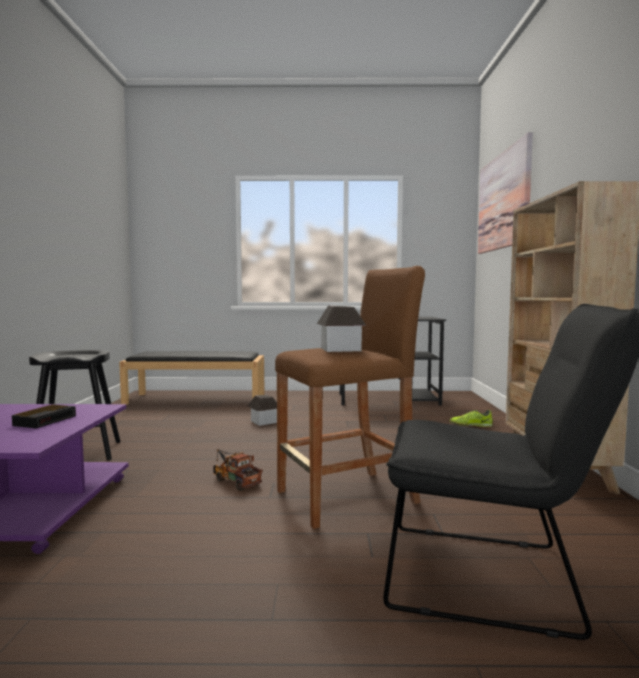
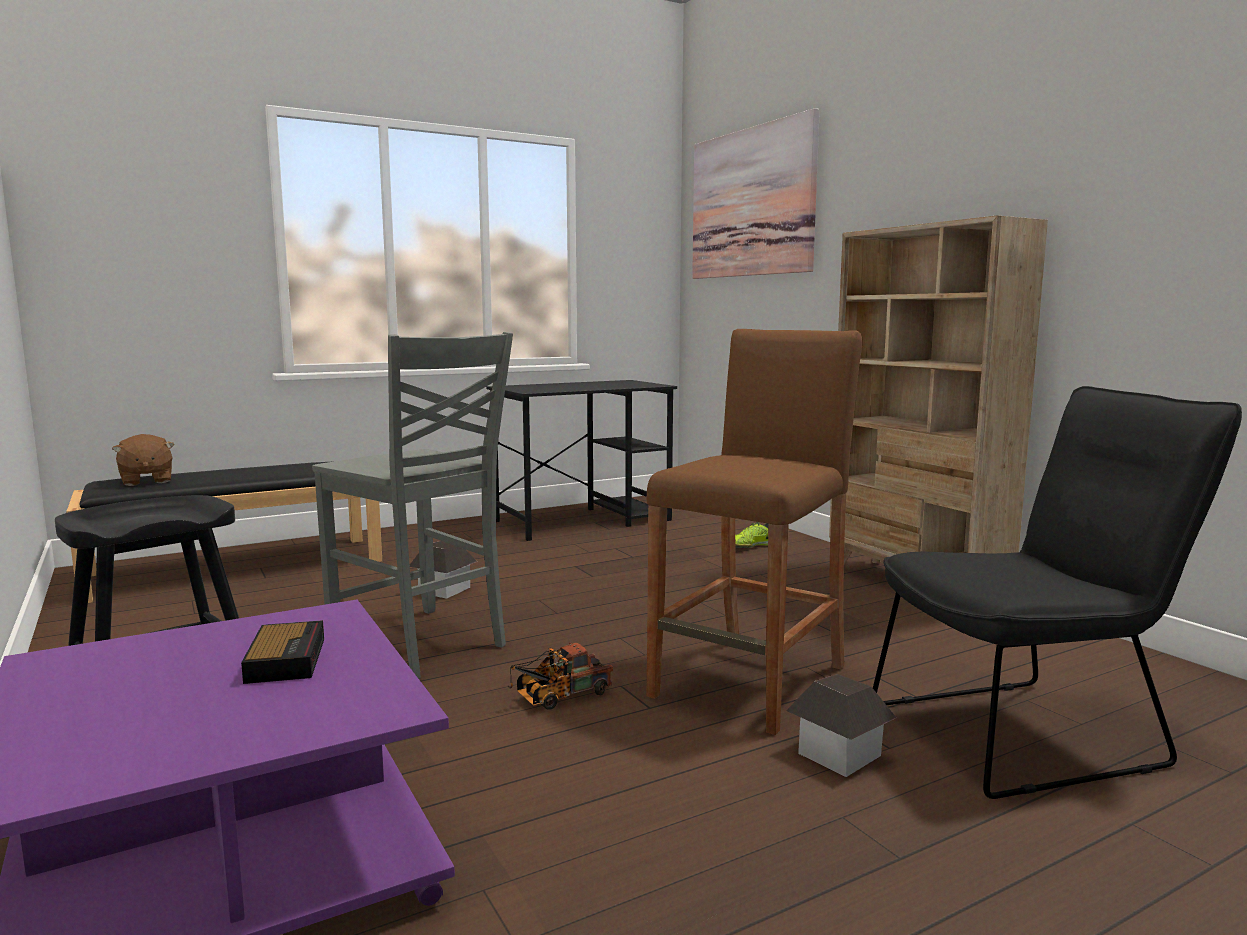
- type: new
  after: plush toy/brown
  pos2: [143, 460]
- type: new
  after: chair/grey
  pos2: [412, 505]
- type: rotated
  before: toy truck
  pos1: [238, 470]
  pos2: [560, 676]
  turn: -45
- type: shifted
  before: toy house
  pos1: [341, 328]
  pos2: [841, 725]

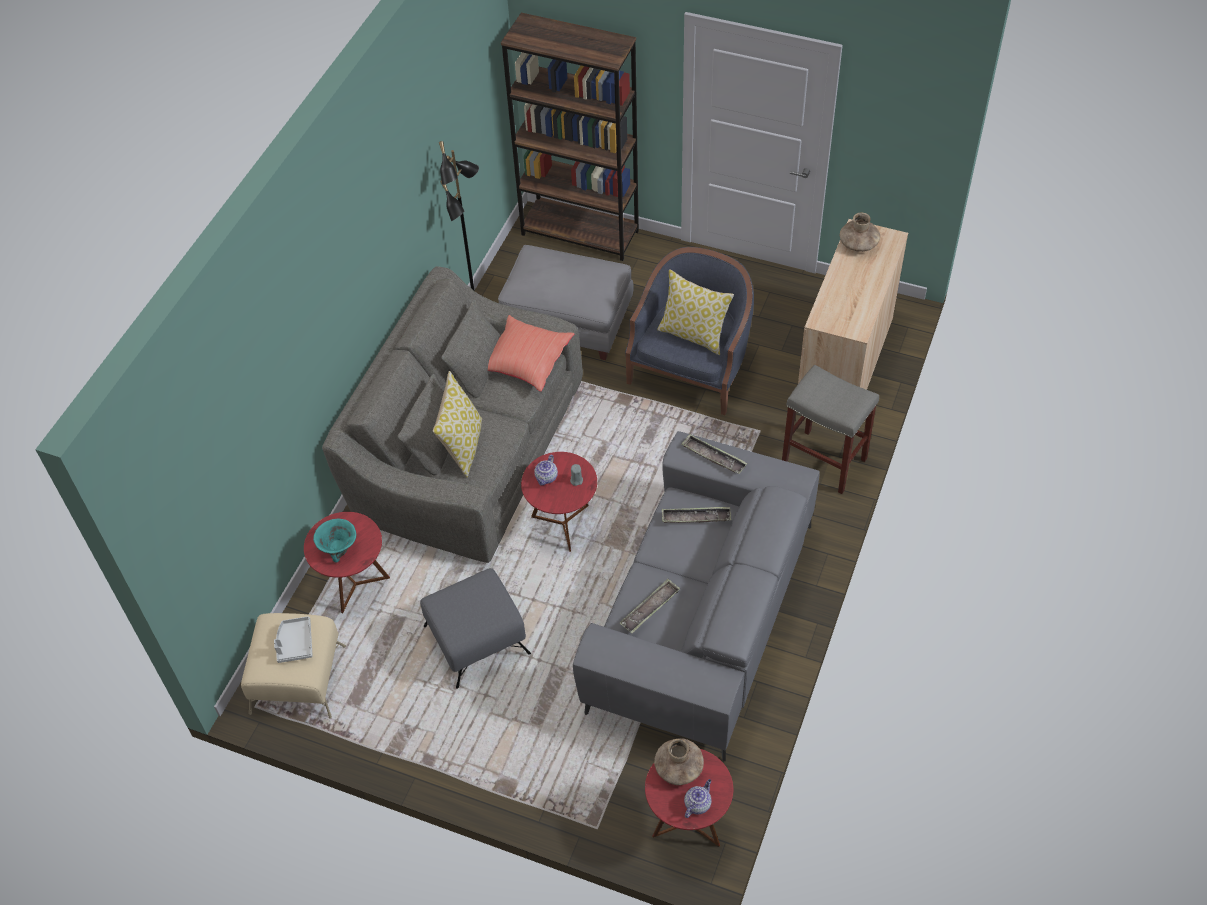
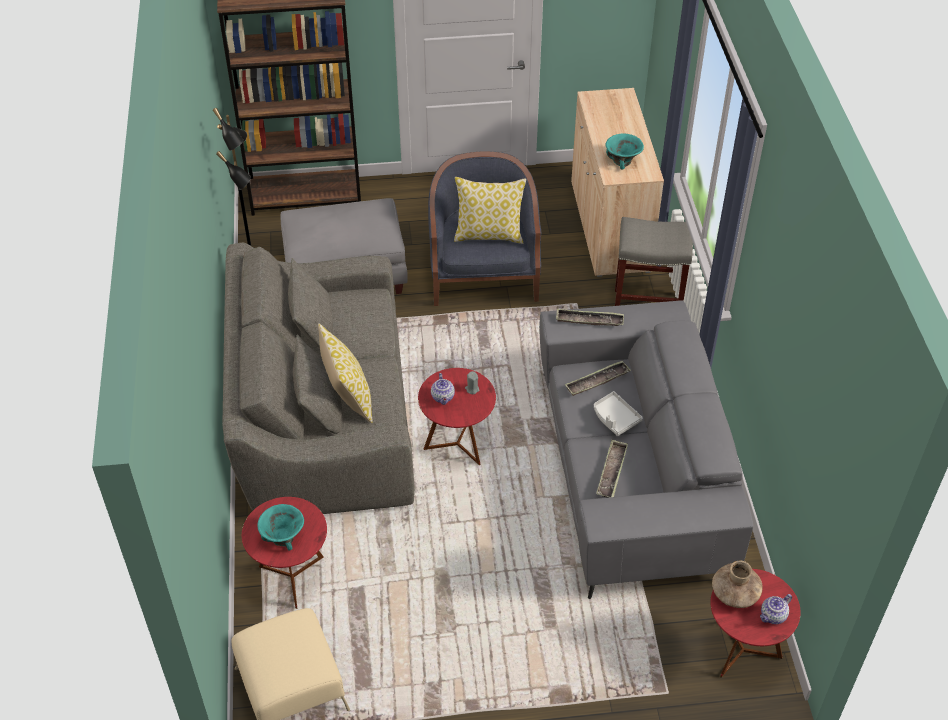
- type: shifted
  before: tray/grey
  pos1: [293, 639]
  pos2: [618, 413]
- type: new
  after: bowl/turquoise
  pos2: [624, 151]
- type: rotated
  before: teapot
  pos1: [698, 798]
  pos2: [776, 609]
  turn: -135
- type: gone
  before: ottoman/grey
  pos1: [475, 628]
- type: gone
  before: pillow/red
  pos1: [531, 353]
- type: gone
  before: vase/brown
  pos1: [860, 232]

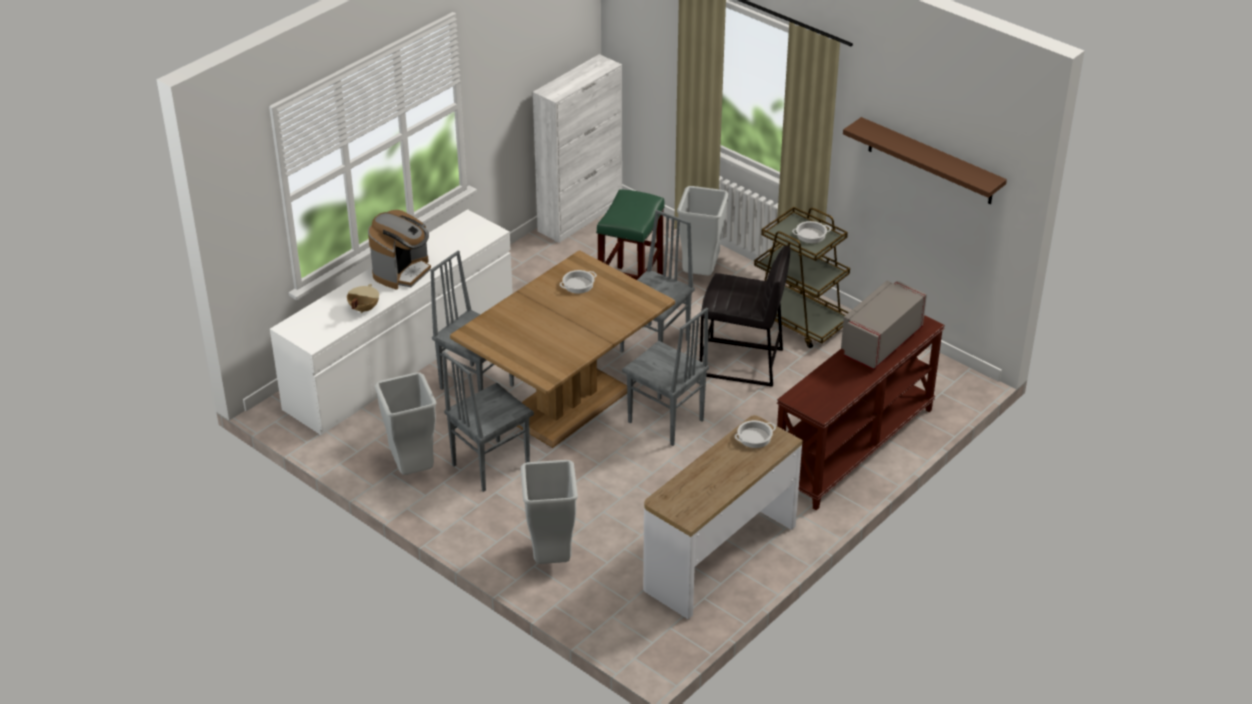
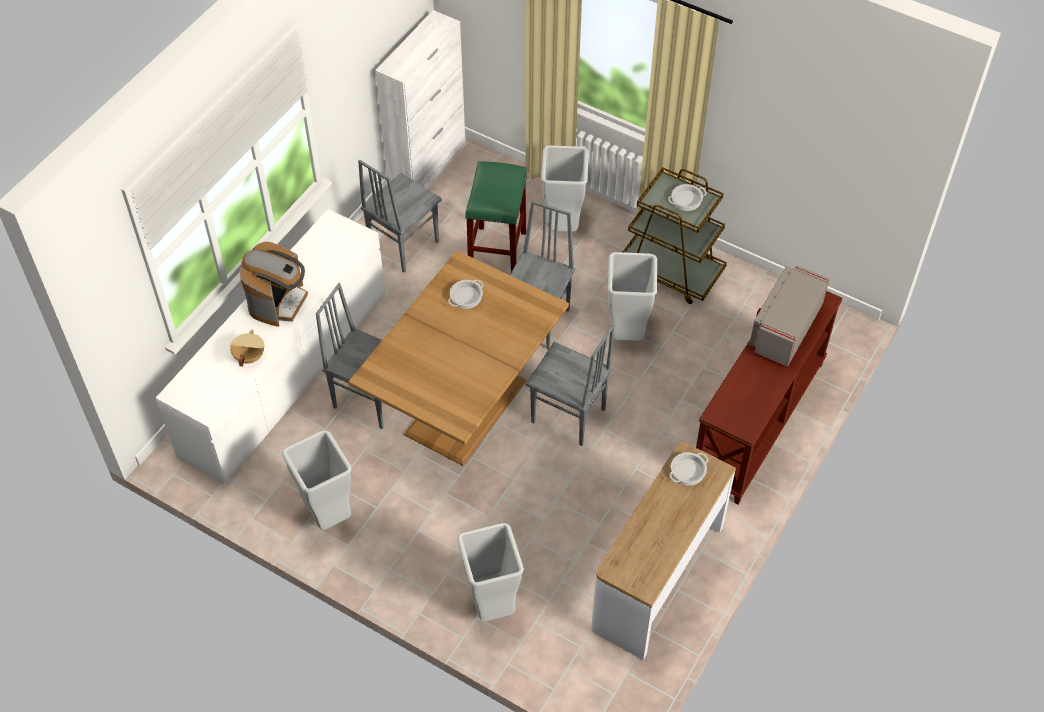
- type: shifted
  before: chair/grey
  pos1: [488, 422]
  pos2: [400, 216]
- type: swapped
  before: stool/grey
  after: trash can/grey
  pos1: [745, 316]
  pos2: [632, 296]
- type: gone
  before: shelf/brown
  pos1: [925, 160]

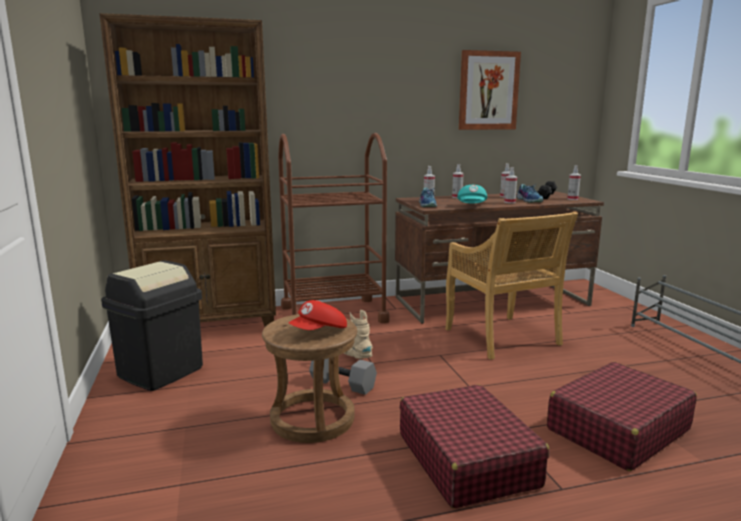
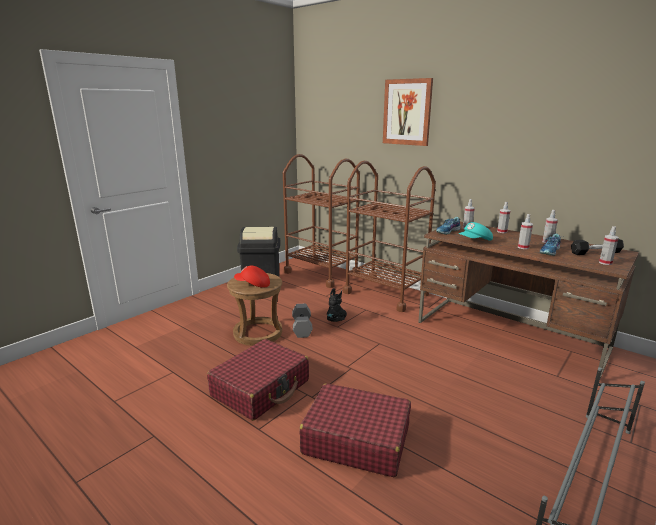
- type: swapped
  before: bookcase/brown
  after: cart/brown
  pos1: [187, 170]
  pos2: [321, 221]
- type: repainted
  before: boot/beige
  after: boot/black
  pos1: [358, 334]
  pos2: [337, 305]
- type: shifted
  before: picture
  pos1: [490, 90]
  pos2: [408, 112]
- type: gone
  before: chair/beige
  pos1: [511, 286]

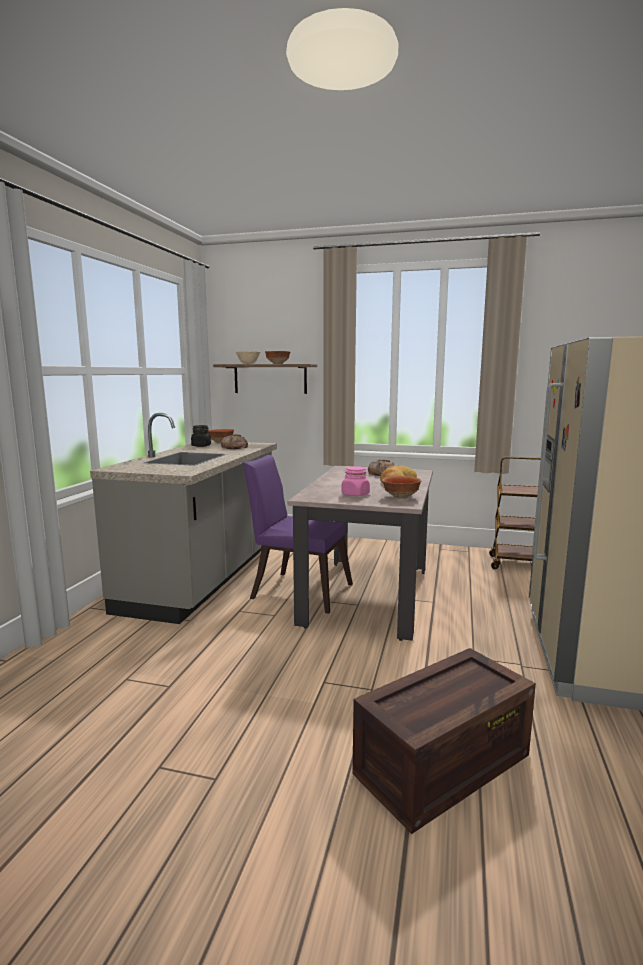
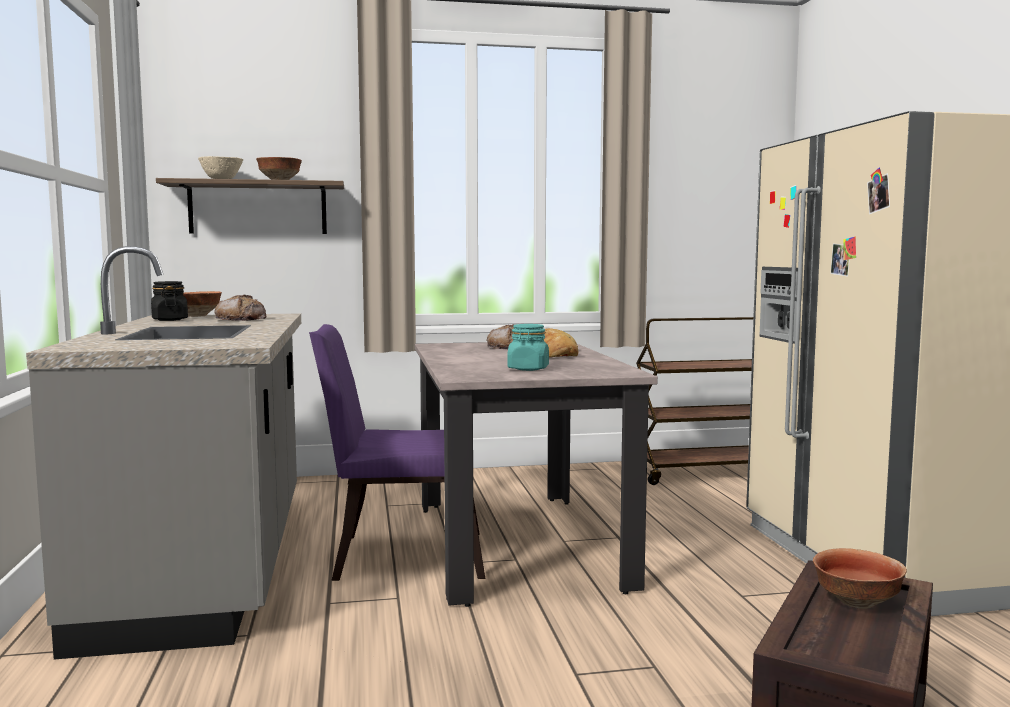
- type: repainted
  before: jar/pink
  after: jar/turquoise
  pos1: [355, 481]
  pos2: [528, 347]
- type: shifted
  before: bowl
  pos1: [401, 487]
  pos2: [860, 578]

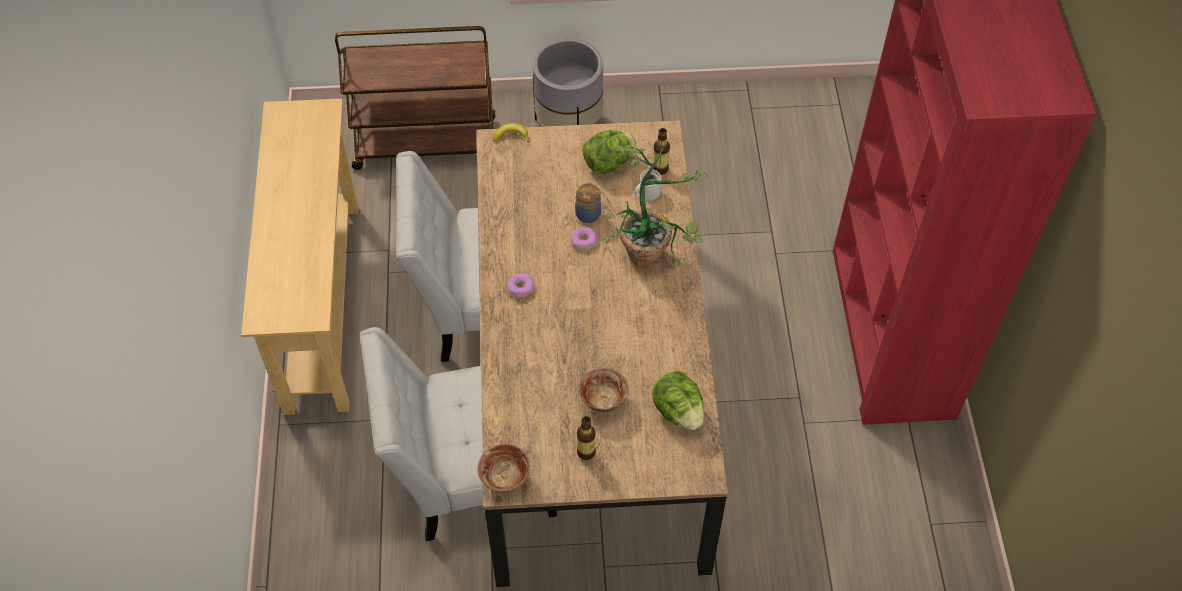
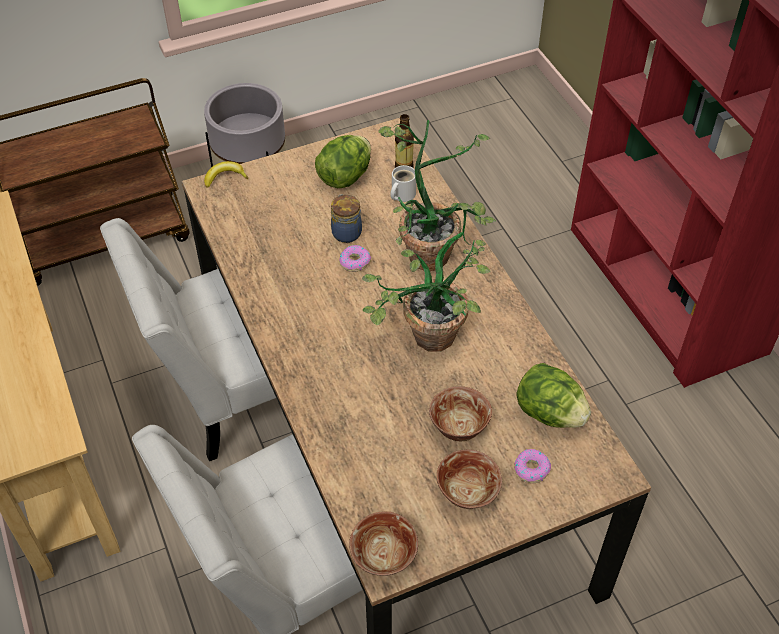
- type: new
  after: potted plant
  pos2: [426, 292]
- type: swapped
  before: bottle
  after: bowl
  pos1: [586, 438]
  pos2: [469, 479]
- type: shifted
  before: donut
  pos1: [521, 285]
  pos2: [532, 466]

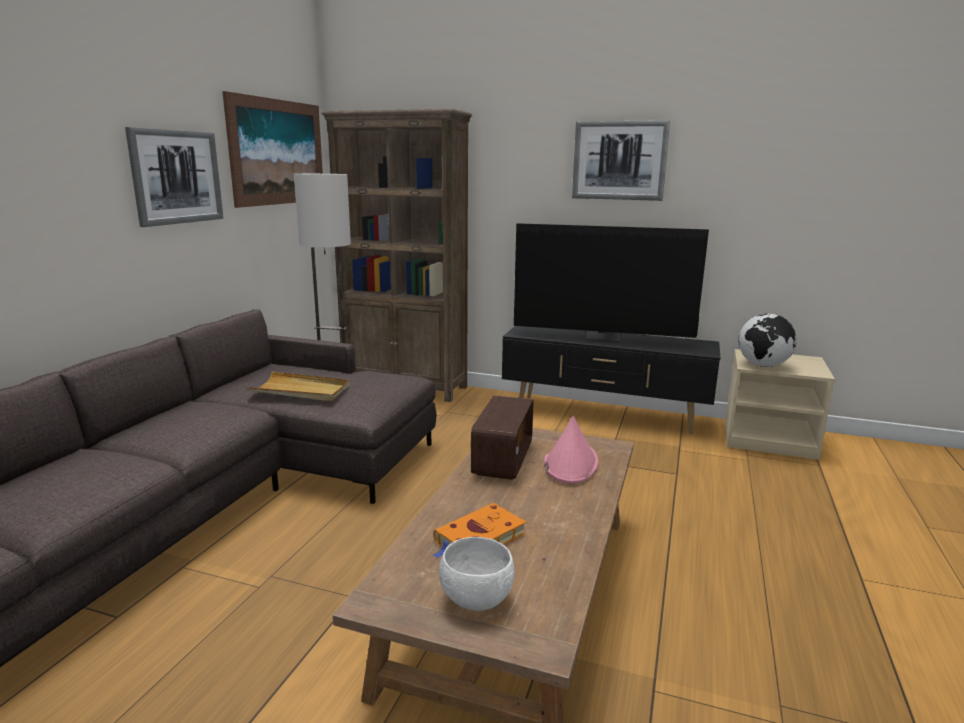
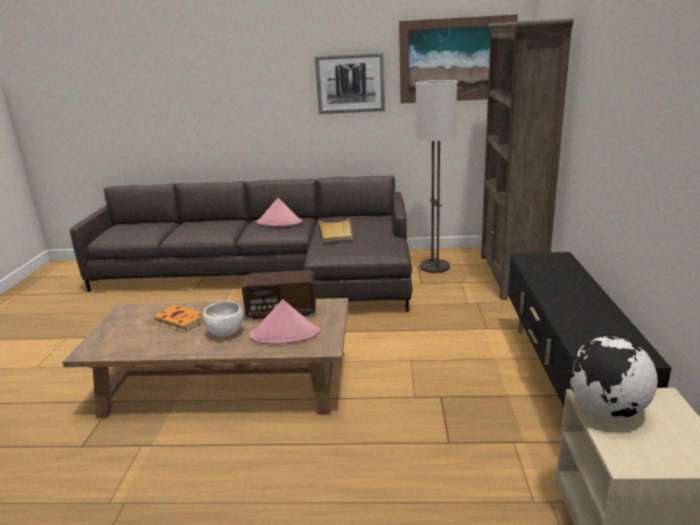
- type: shifted
  before: bowl/white
  pos1: [477, 574]
  pos2: [223, 319]
- type: new
  after: hat/pink
  pos2: [279, 212]
- type: gone
  before: television
  pos1: [611, 282]
- type: gone
  before: picture
  pos1: [621, 160]

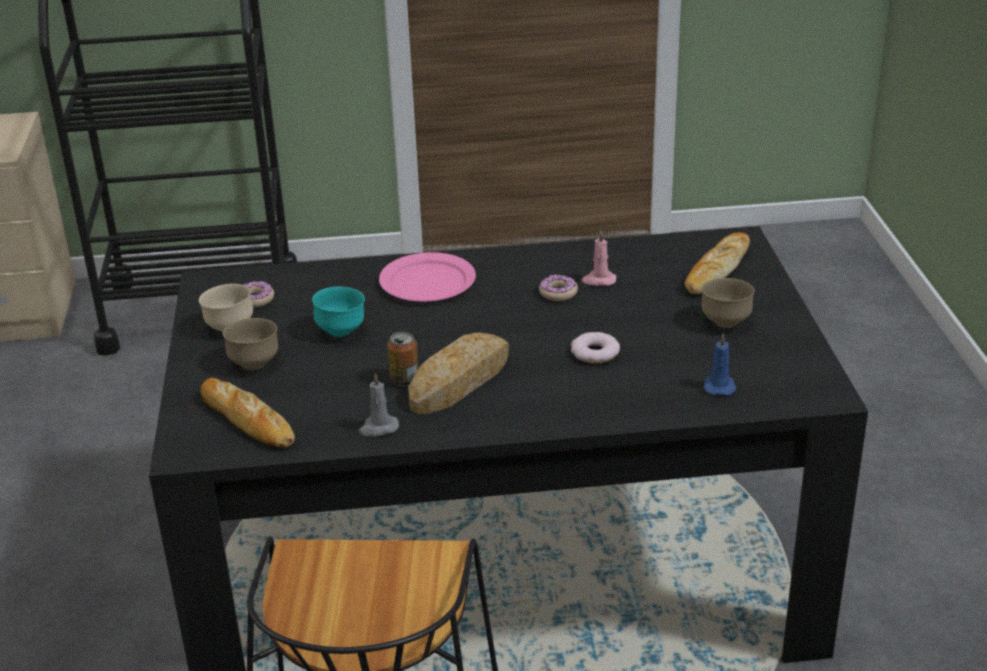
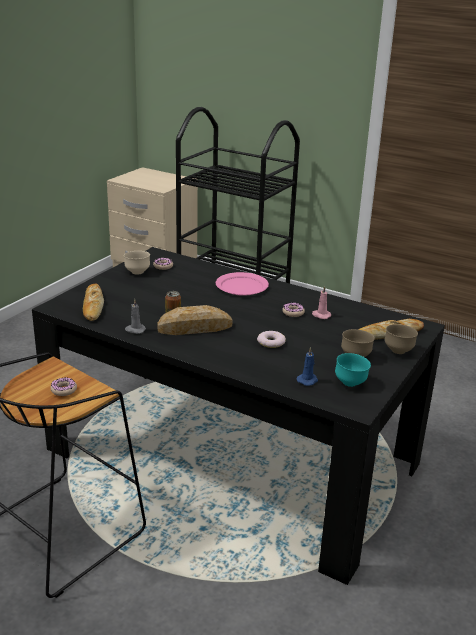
- type: new
  after: donut
  pos2: [63, 386]
- type: shifted
  before: bowl/turquoise
  pos1: [338, 312]
  pos2: [353, 370]
- type: shifted
  before: bowl/brown
  pos1: [250, 344]
  pos2: [401, 339]

